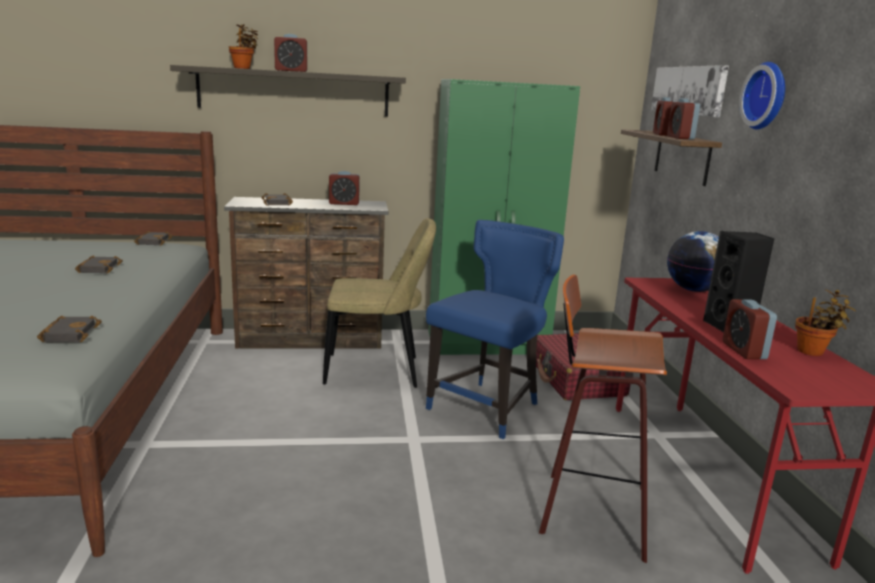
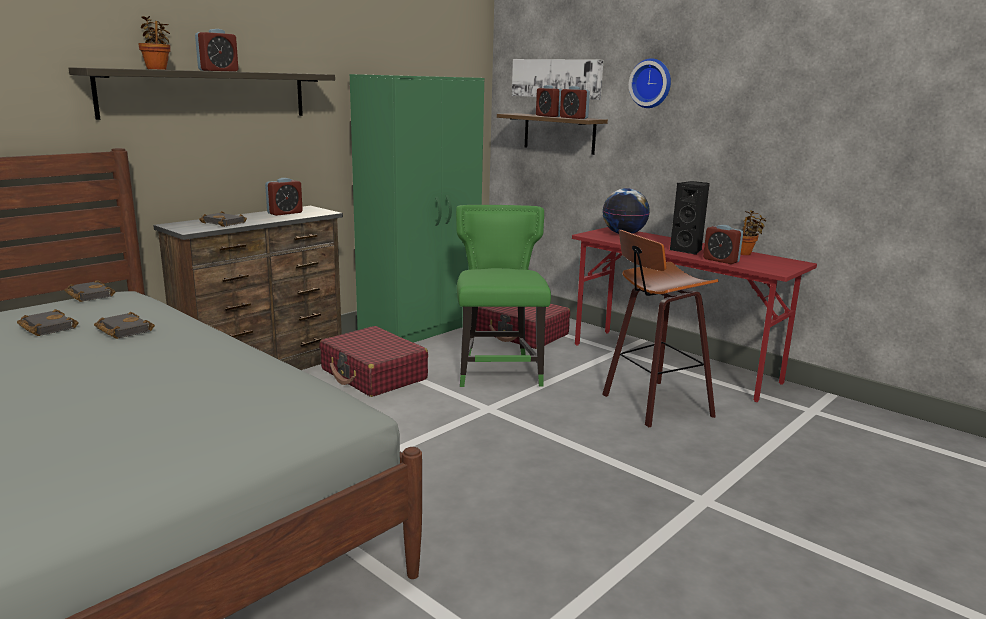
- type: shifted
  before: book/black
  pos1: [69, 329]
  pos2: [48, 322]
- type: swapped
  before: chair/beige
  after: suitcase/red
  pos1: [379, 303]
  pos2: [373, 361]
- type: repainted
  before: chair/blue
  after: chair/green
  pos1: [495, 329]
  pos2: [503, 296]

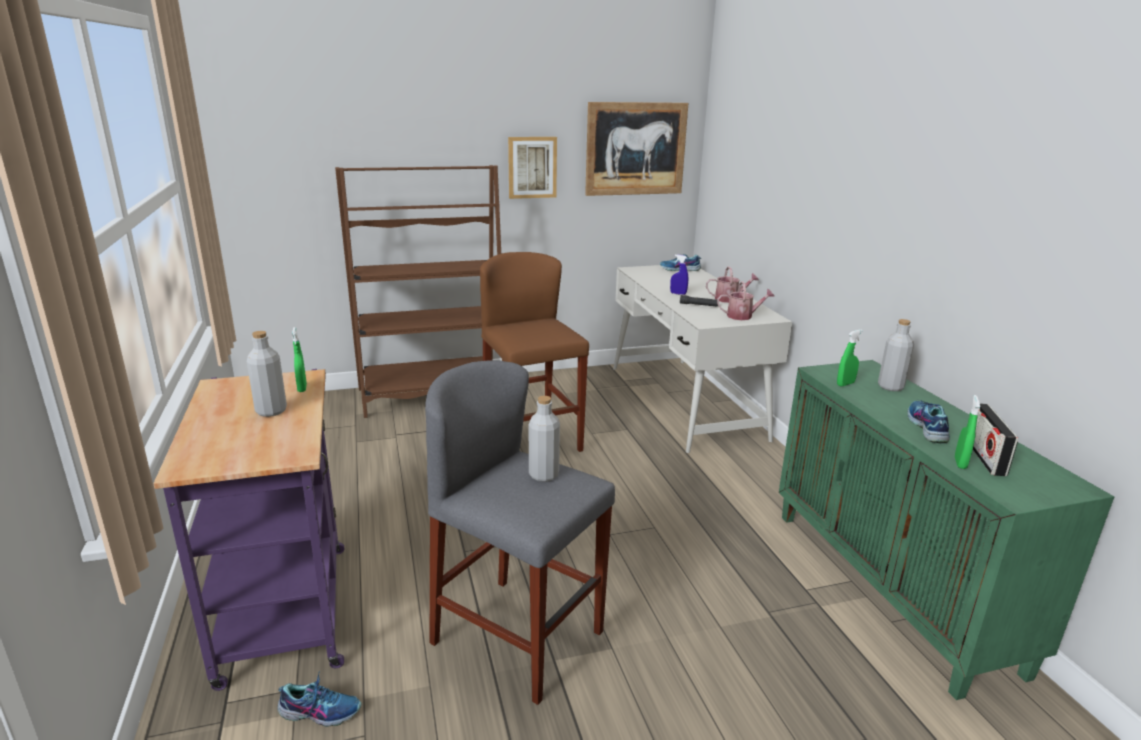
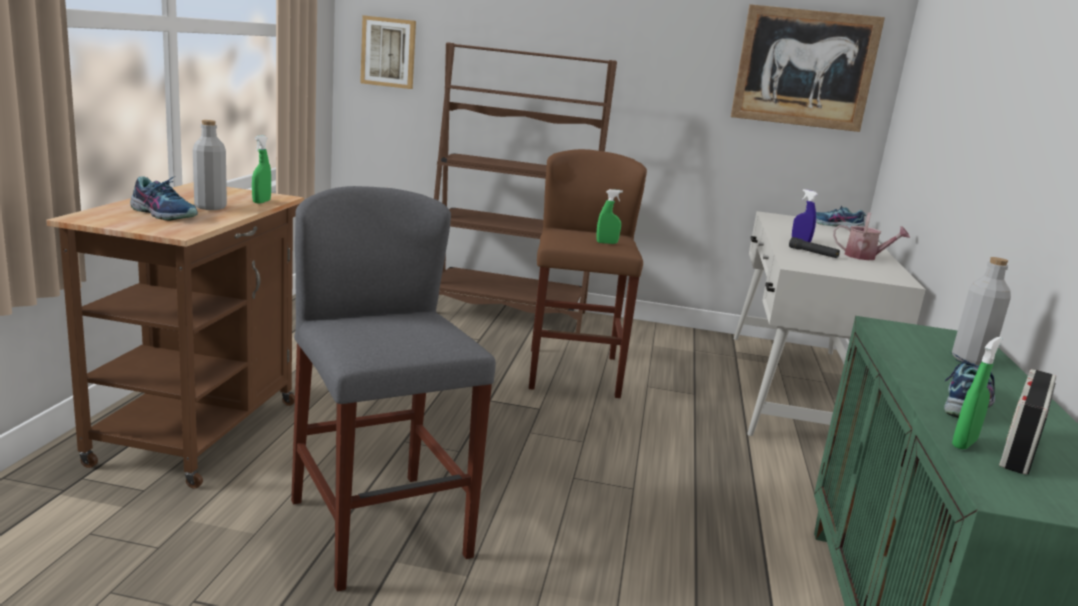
- type: repainted
  before: cart/purple
  after: cart/brown
  pos1: [248, 530]
  pos2: [175, 335]
- type: shifted
  before: shoe
  pos1: [319, 700]
  pos2: [164, 198]
- type: shifted
  before: picture
  pos1: [532, 168]
  pos2: [388, 52]
- type: shifted
  before: spray bottle/green
  pos1: [850, 357]
  pos2: [609, 216]
- type: gone
  before: bottle/grey
  pos1: [544, 439]
- type: gone
  before: watering can
  pos1: [746, 300]

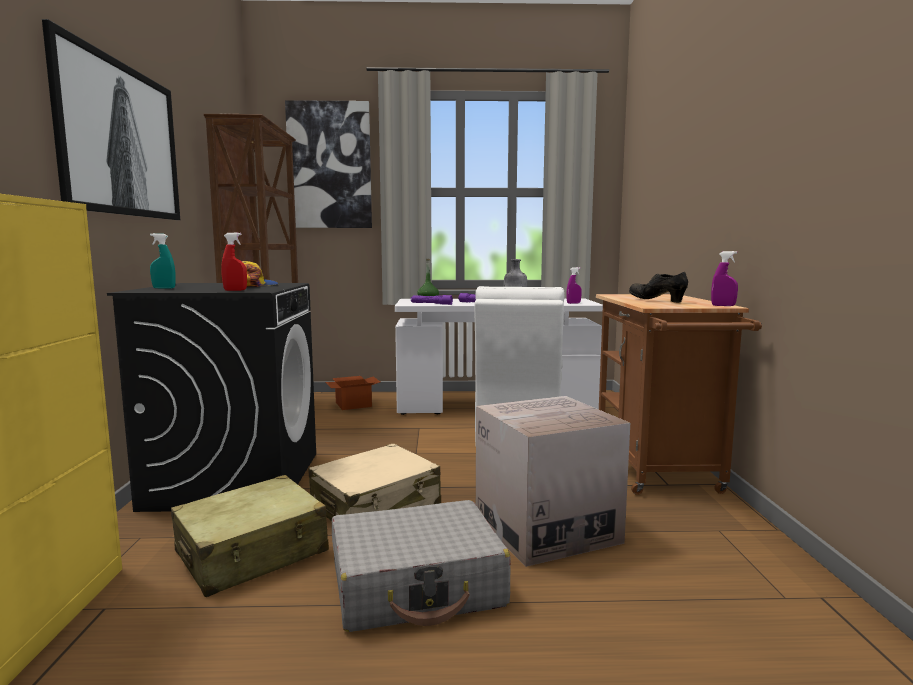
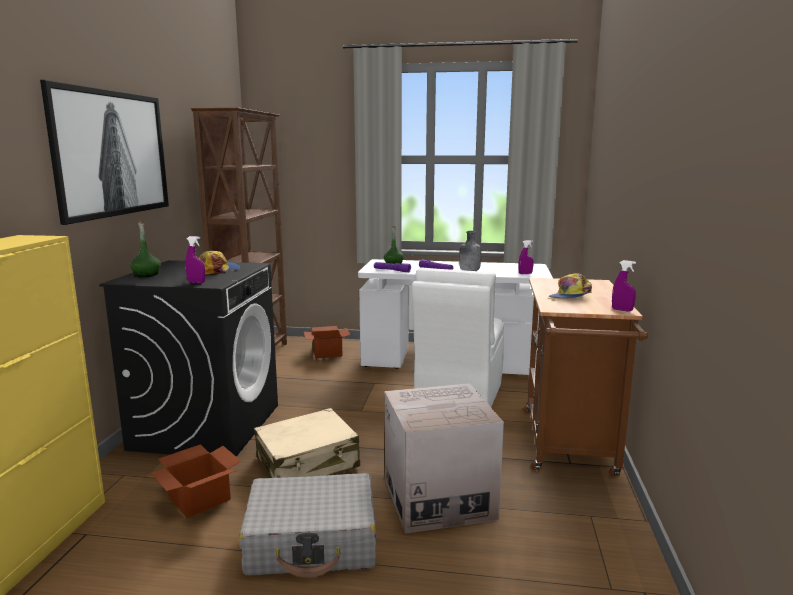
- type: swapped
  before: spray bottle/turquoise
  after: bottle/green
  pos1: [163, 261]
  pos2: [145, 249]
- type: swapped
  before: suitcase/beige
  after: cardboard box
  pos1: [250, 536]
  pos2: [196, 481]
- type: repainted
  before: spray bottle/red
  after: spray bottle/purple
  pos1: [234, 262]
  pos2: [195, 259]
- type: swapped
  before: shoe/black
  after: cap
  pos1: [658, 287]
  pos2: [570, 285]
- type: gone
  before: picture
  pos1: [328, 164]

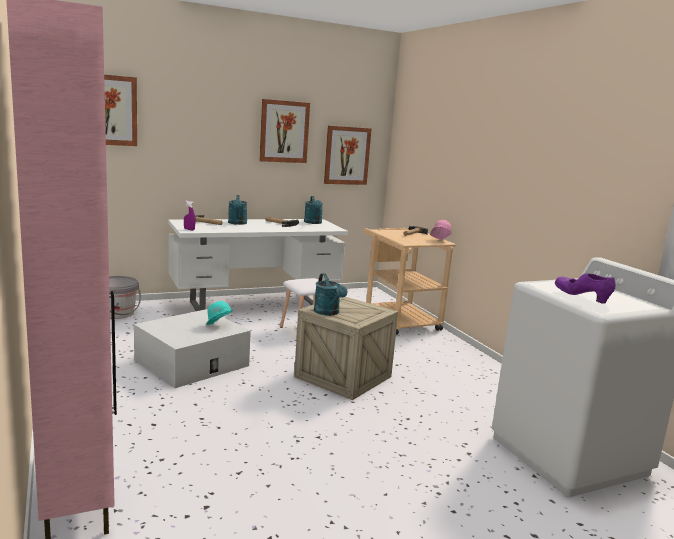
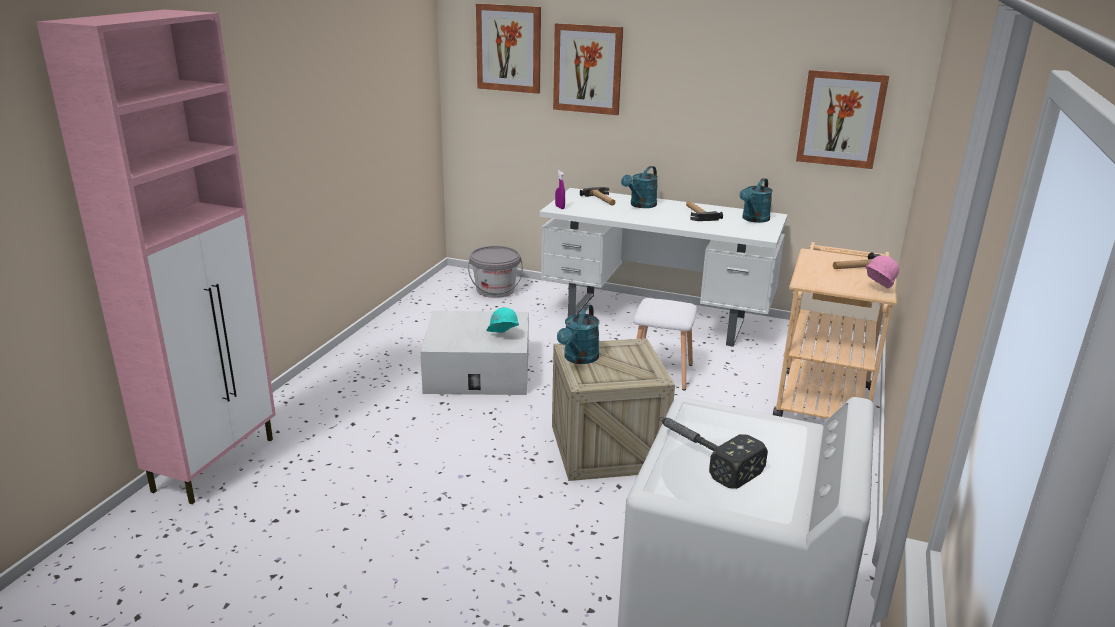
- type: shifted
  before: picture
  pos1: [284, 131]
  pos2: [588, 69]
- type: swapped
  before: shoe/purple
  after: hammer
  pos1: [585, 289]
  pos2: [713, 453]

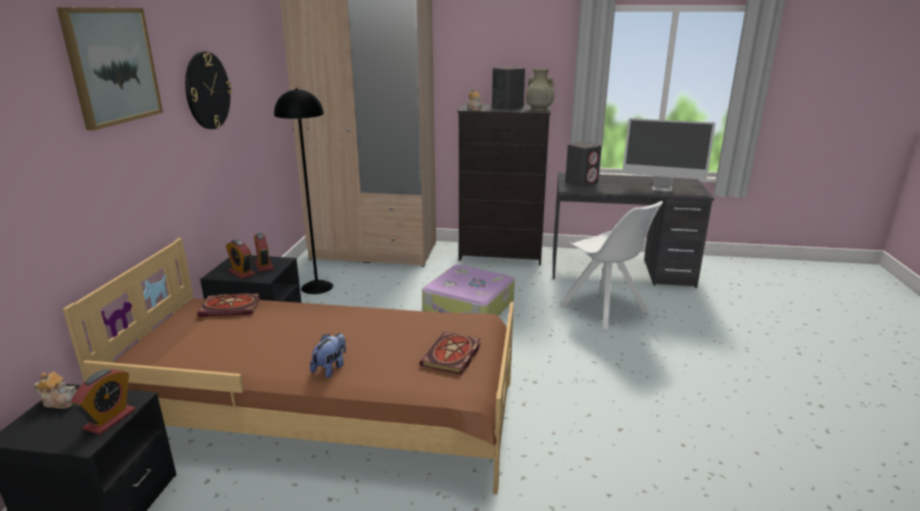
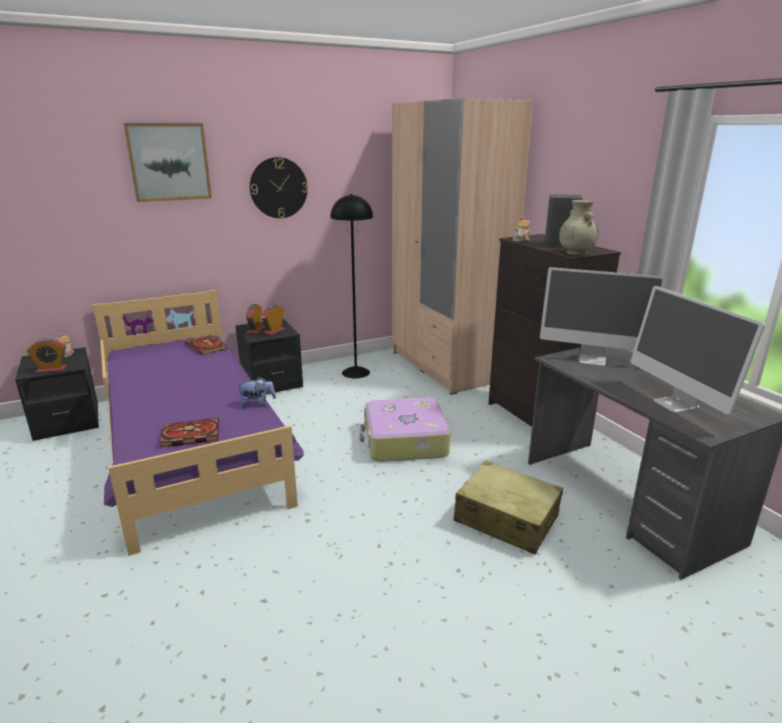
- type: repainted
  before: bed/brown
  after: bed/purple
  pos1: [288, 366]
  pos2: [198, 423]
- type: shifted
  before: plush toy
  pos1: [328, 355]
  pos2: [256, 392]
- type: swapped
  before: chair/white
  after: suitcase/beige
  pos1: [611, 265]
  pos2: [508, 508]
- type: swapped
  before: speaker/grey
  after: monitor
  pos1: [583, 164]
  pos2: [603, 316]

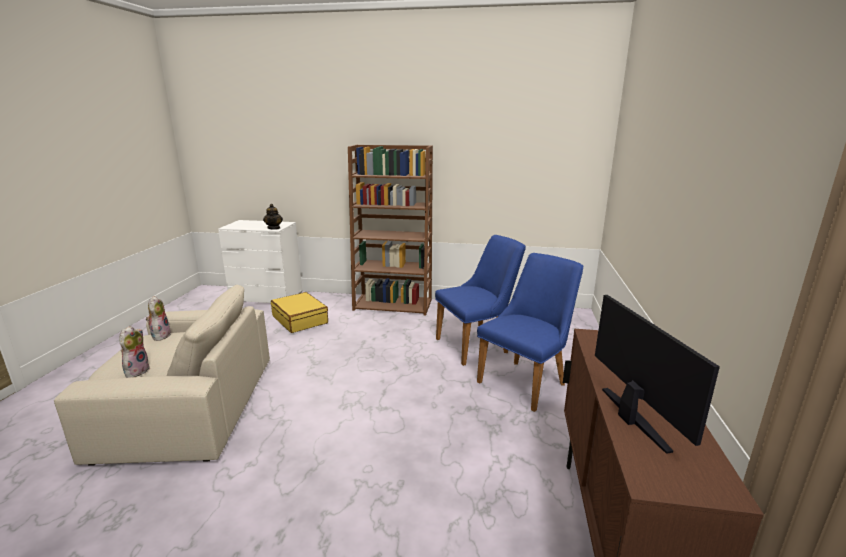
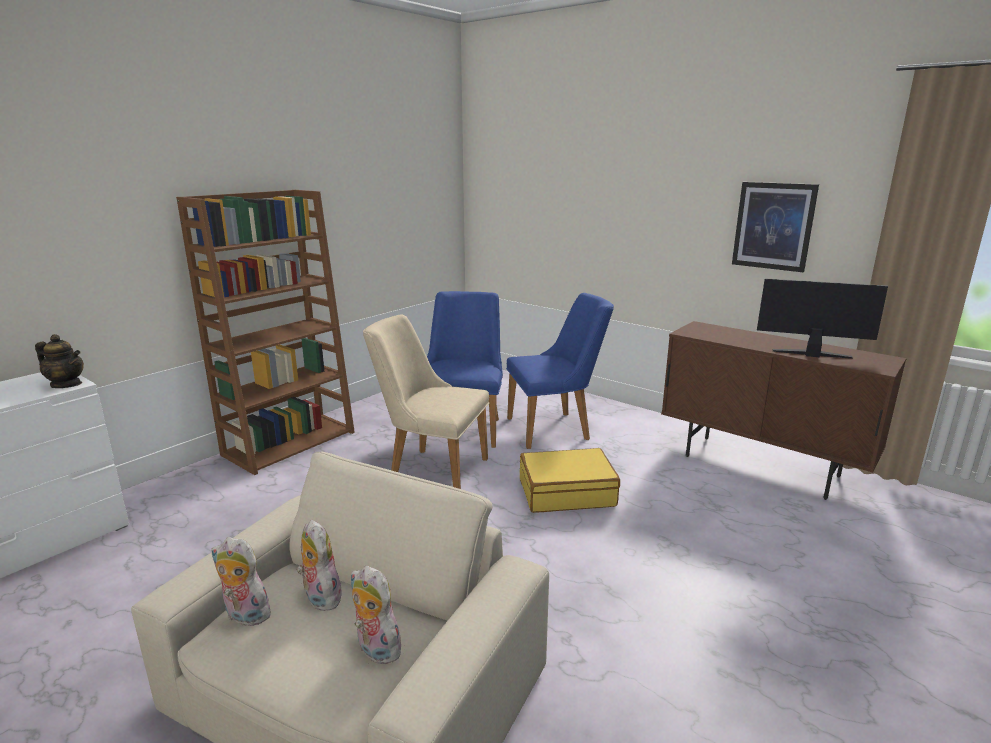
- type: new
  after: plush toy
  pos2: [319, 565]
- type: new
  after: chair/beige
  pos2: [426, 402]
- type: rotated
  before: chair/blue
  pos1: [530, 332]
  pos2: [560, 371]
  turn: 90
- type: shifted
  before: suitcase/yellow
  pos1: [299, 312]
  pos2: [570, 480]
- type: new
  after: picture
  pos2: [775, 227]

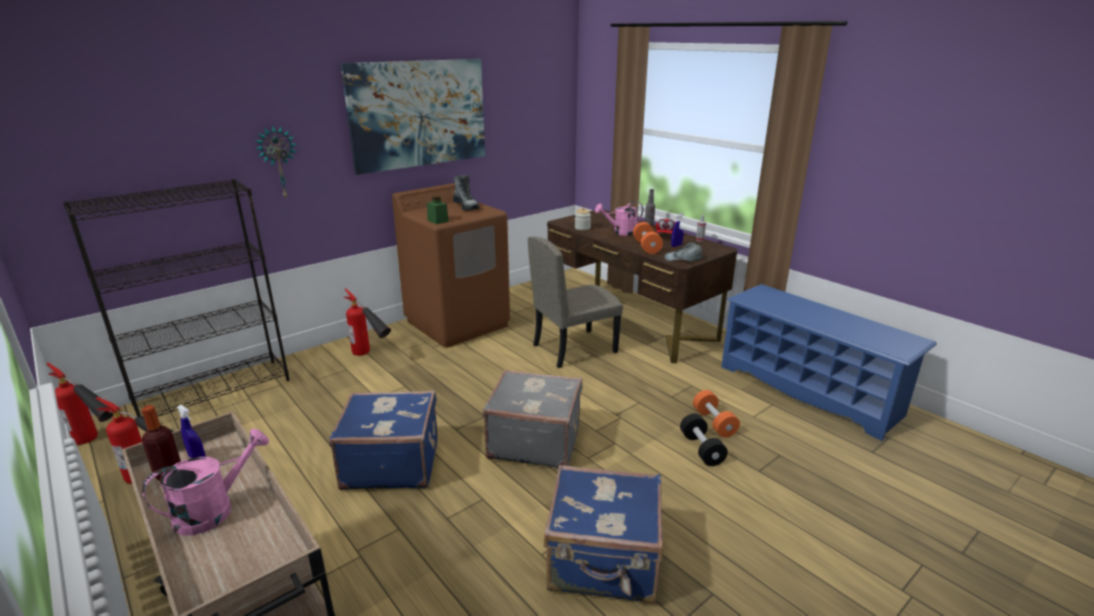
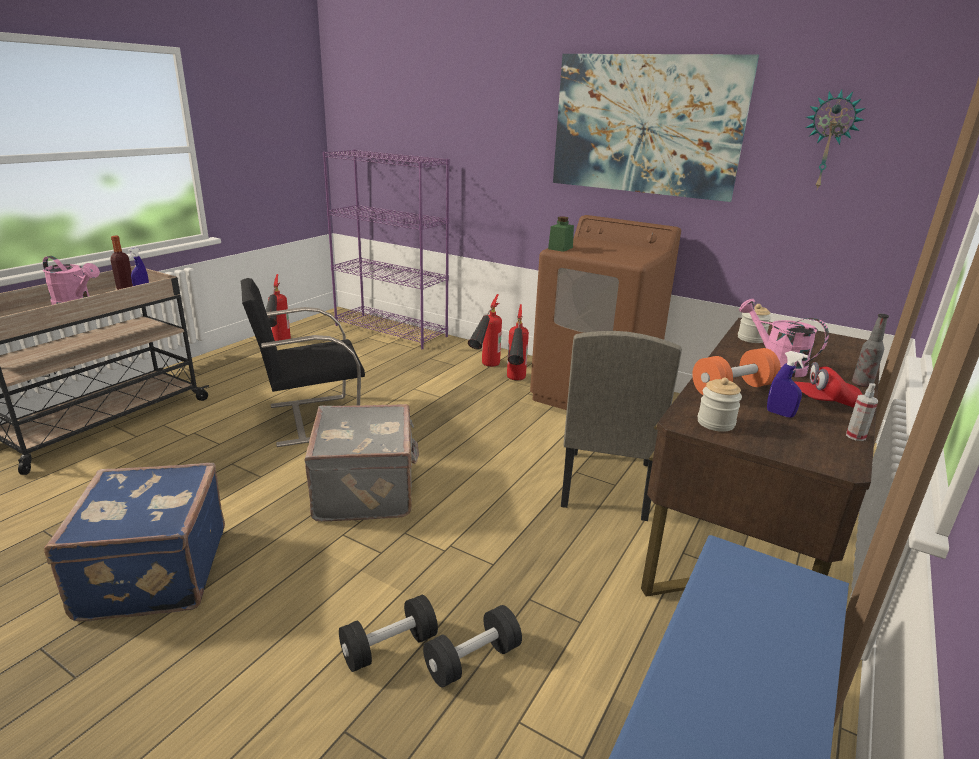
- type: swapped
  before: suitcase/blue
  after: chair/black
  pos1: [383, 440]
  pos2: [303, 362]
- type: repainted
  before: bookcase/black
  after: bookcase/purple
  pos1: [176, 298]
  pos2: [386, 249]
- type: repainted
  before: dumbbell/orange
  after: dumbbell/black
  pos1: [716, 414]
  pos2: [472, 646]
- type: shifted
  before: fire extinguisher
  pos1: [80, 404]
  pos2: [518, 342]
- type: rotated
  before: chair/beige
  pos1: [575, 302]
  pos2: [621, 426]
  turn: -120
- type: swapped
  before: cap/grey
  after: jar
  pos1: [683, 251]
  pos2: [720, 405]
- type: shifted
  before: wall clock
  pos1: [276, 162]
  pos2: [835, 139]
- type: gone
  before: boot
  pos1: [466, 193]

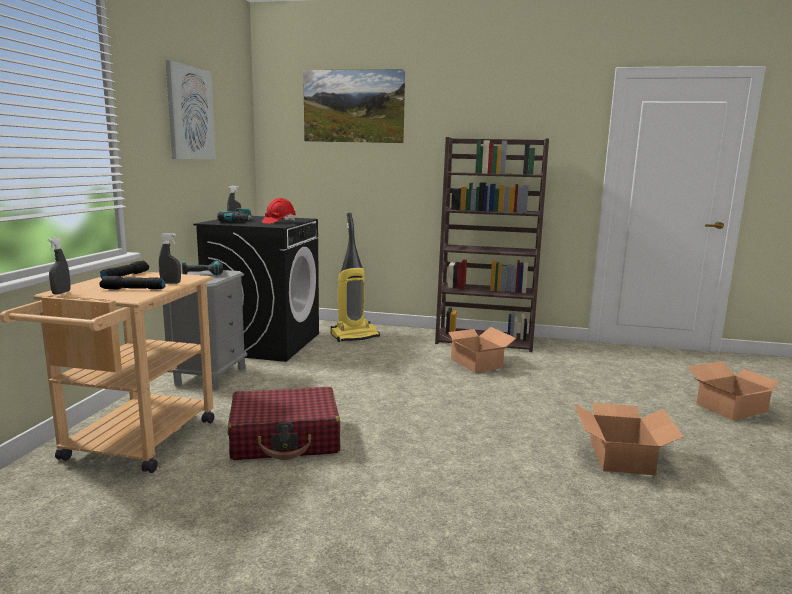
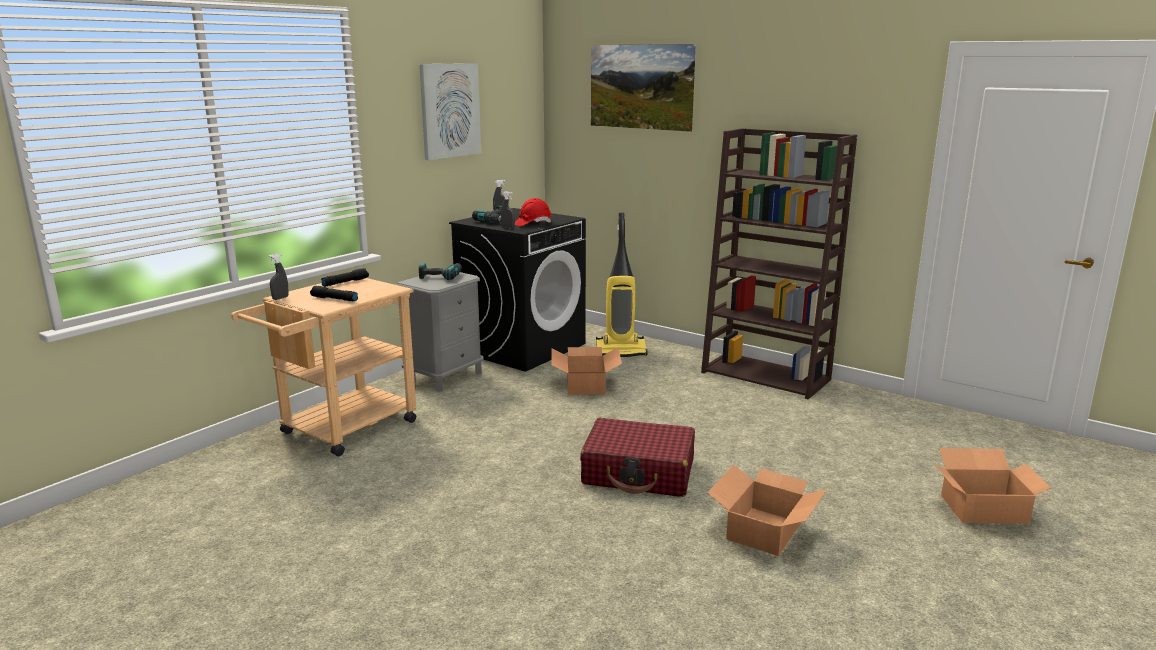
- type: shifted
  before: spray bottle/grey
  pos1: [170, 258]
  pos2: [508, 210]
- type: shifted
  before: cardboard box
  pos1: [478, 350]
  pos2: [586, 371]
- type: shifted
  before: suitcase/red
  pos1: [284, 423]
  pos2: [637, 457]

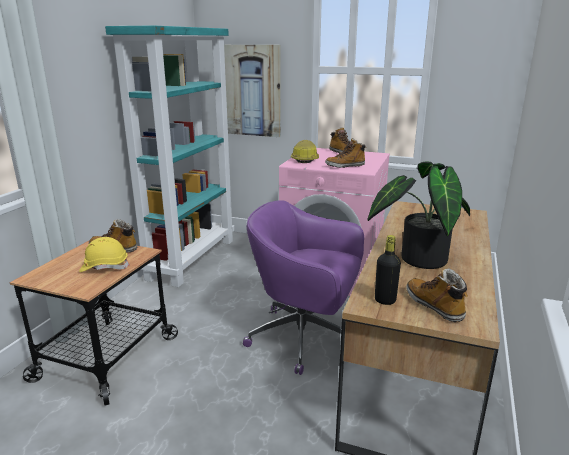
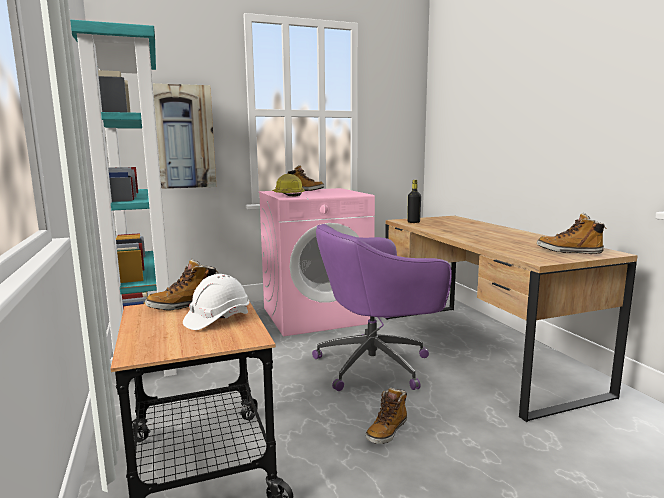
- type: repainted
  before: hard hat/yellow
  after: hard hat/white
  pos1: [104, 254]
  pos2: [216, 302]
- type: shifted
  before: boot
  pos1: [345, 153]
  pos2: [386, 416]
- type: shifted
  before: bottle/black
  pos1: [388, 270]
  pos2: [414, 201]
- type: gone
  before: potted plant
  pos1: [419, 215]

